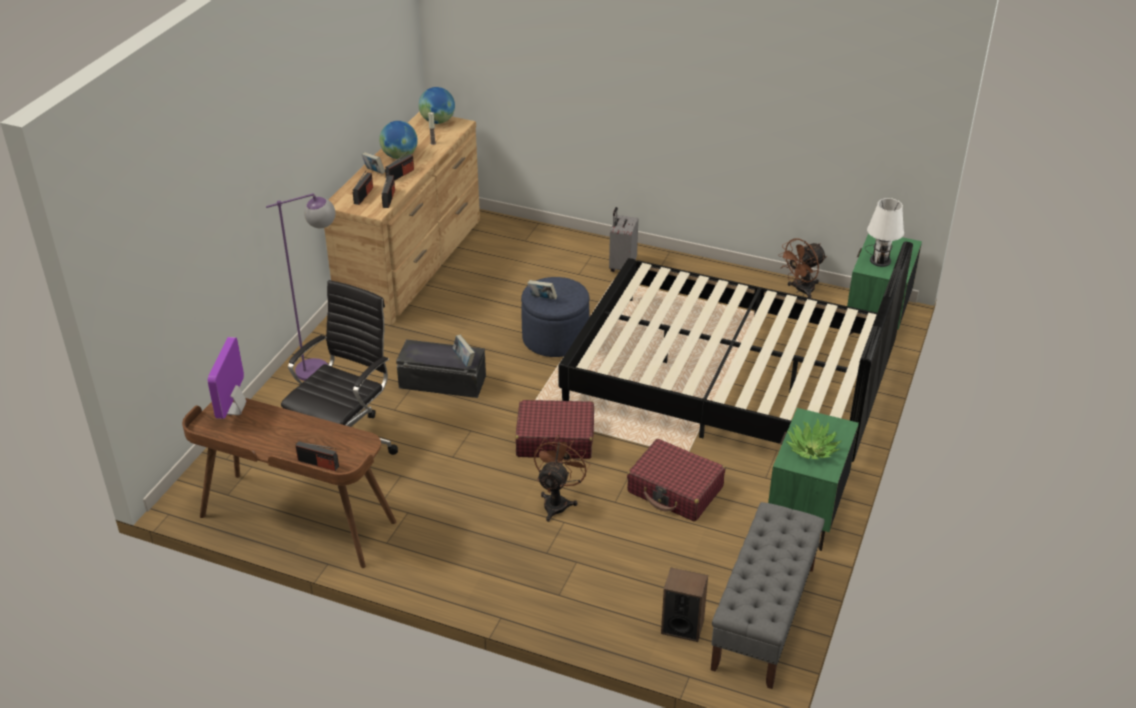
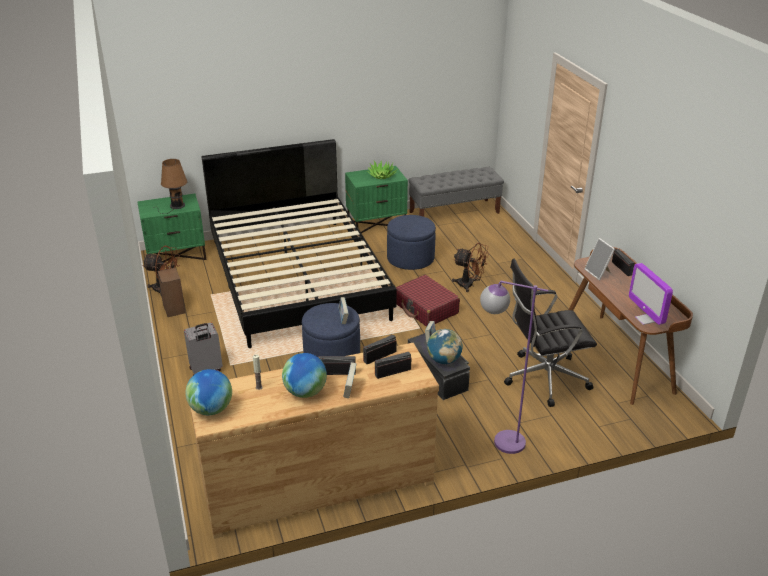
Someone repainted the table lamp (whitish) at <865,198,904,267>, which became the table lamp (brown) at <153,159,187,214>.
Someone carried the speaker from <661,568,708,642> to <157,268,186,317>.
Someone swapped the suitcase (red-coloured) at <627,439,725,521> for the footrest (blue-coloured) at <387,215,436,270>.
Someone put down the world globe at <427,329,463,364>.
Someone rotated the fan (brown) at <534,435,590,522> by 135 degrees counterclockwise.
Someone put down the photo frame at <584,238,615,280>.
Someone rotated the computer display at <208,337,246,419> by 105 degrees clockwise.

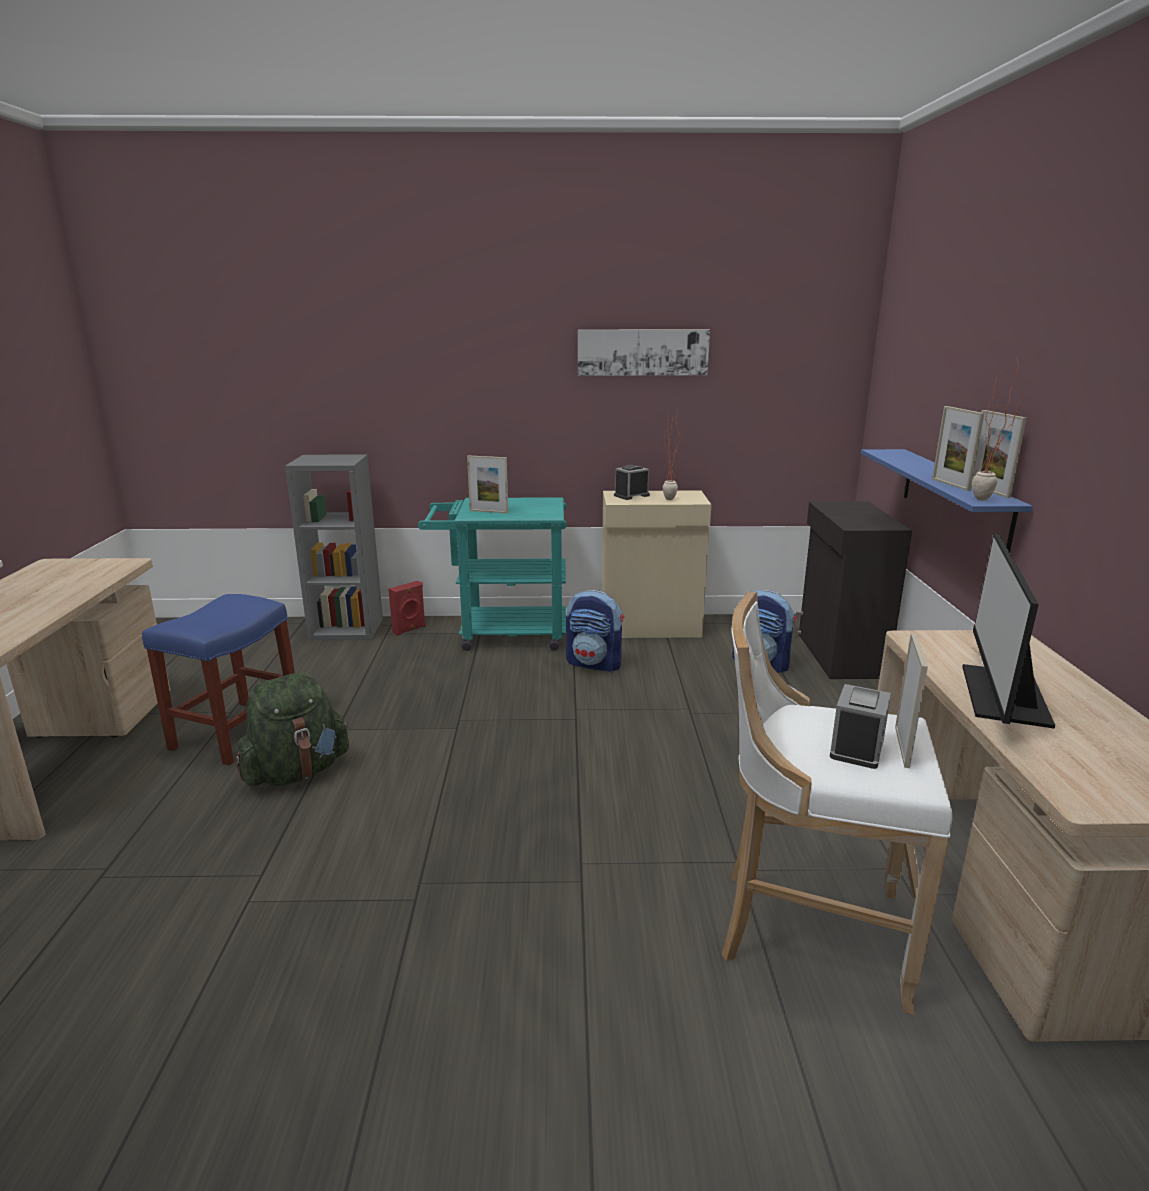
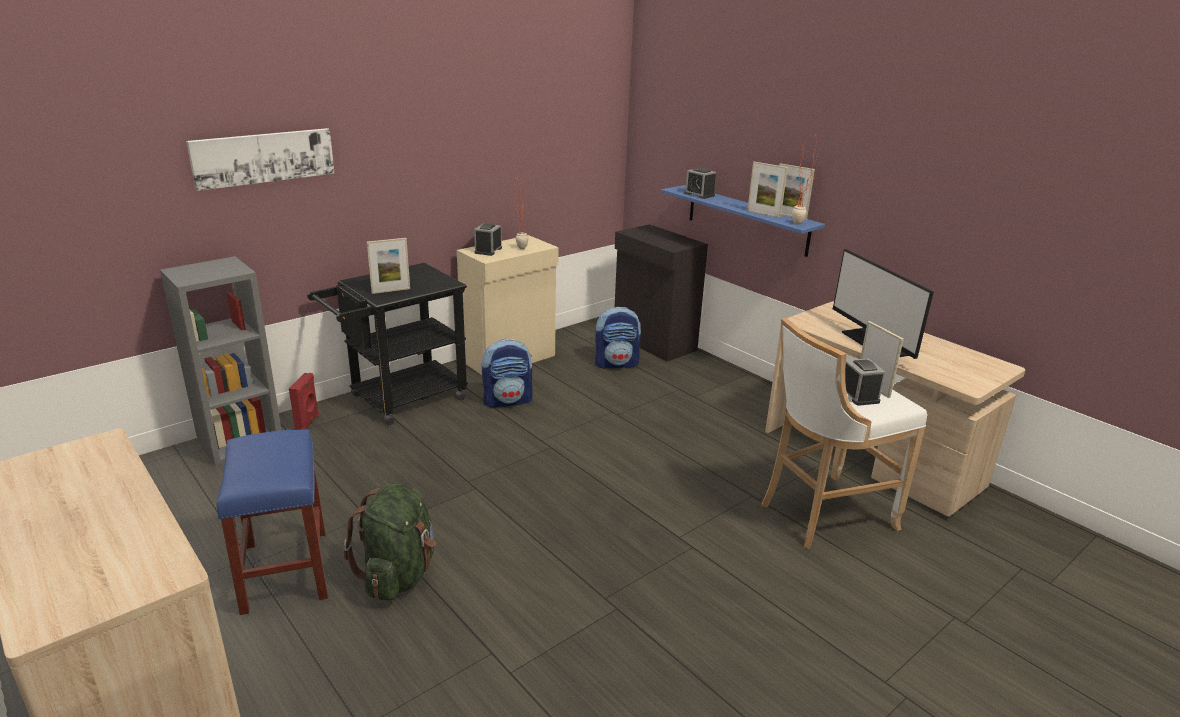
Someone carried the wall art from <578,330,710,376> to <186,128,335,191>.
Someone repainted the wheeled cart (blue-green) at <418,497,567,651>, which became the wheeled cart (black) at <307,263,468,425>.
Someone put down the bedside clock at <684,168,716,199>.

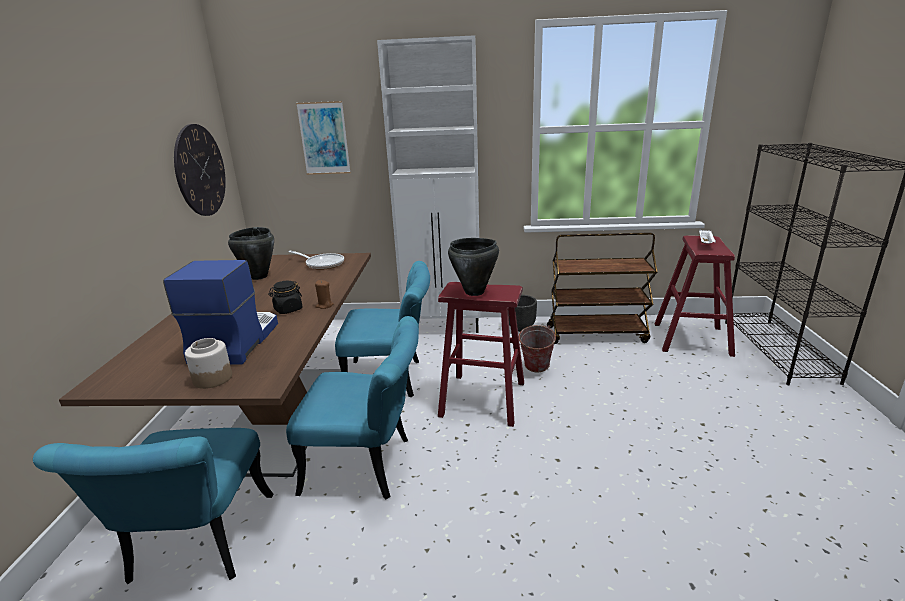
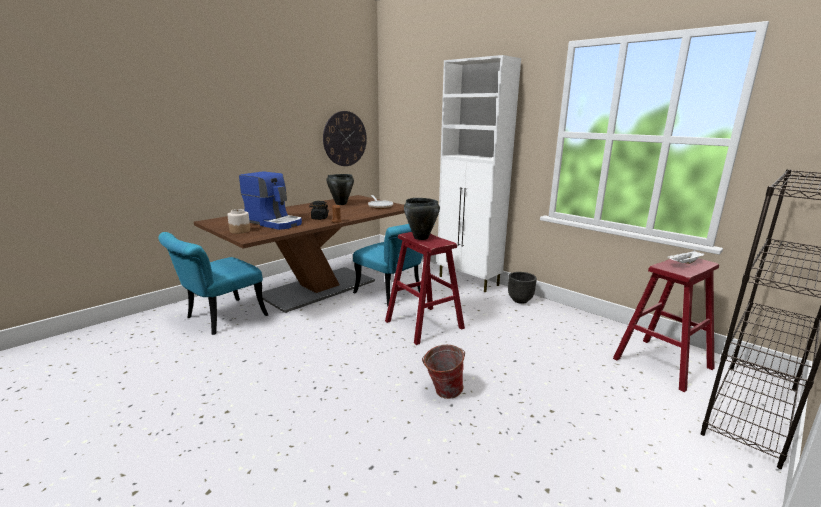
Someone rotated the coffee maker at <163,260,278,365> by 75 degrees clockwise.
Someone carried the pail from <518,325,556,373> to <422,345,465,399>.
Someone took away the plain chair (blue-green) at <286,316,419,499>.
Someone took away the wall art at <296,101,351,175>.
Someone took away the wheeled cart (brown) at <547,232,658,344>.

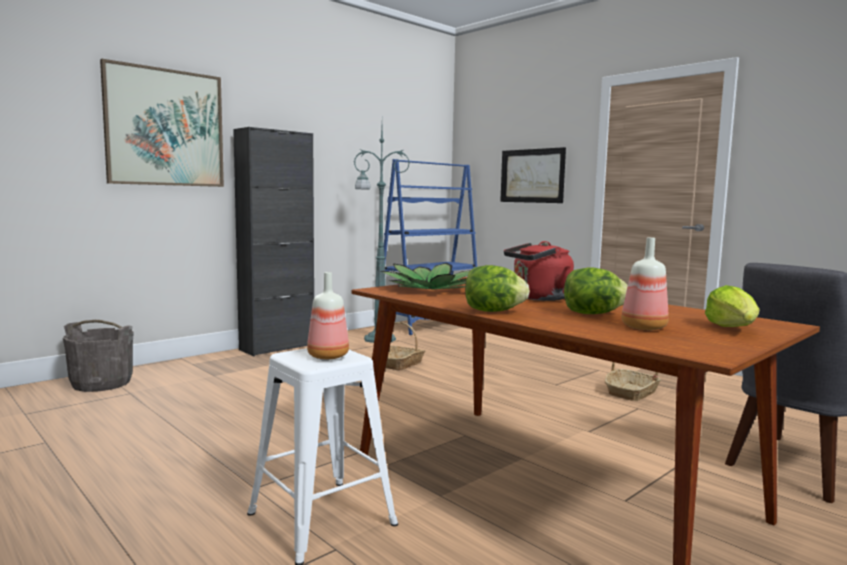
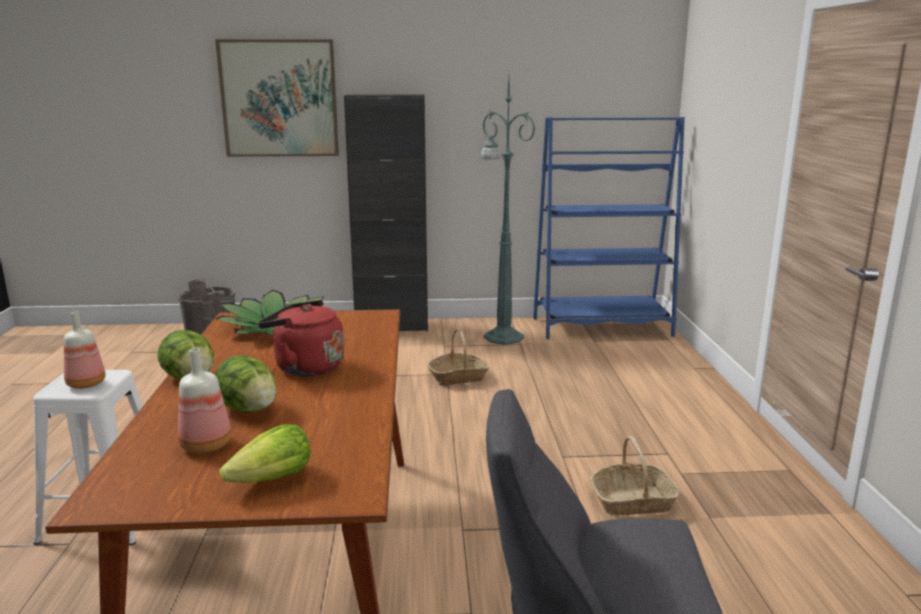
Someone took away the wall art at <500,147,566,203>.

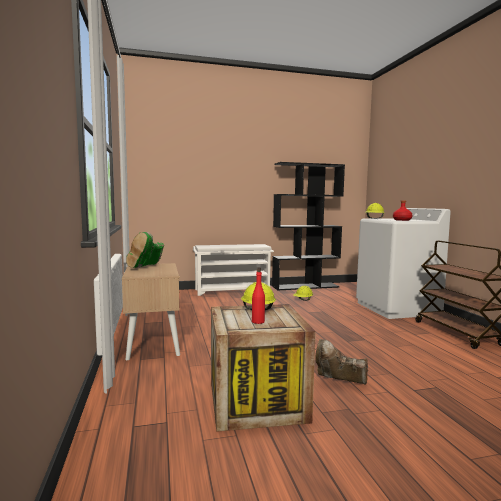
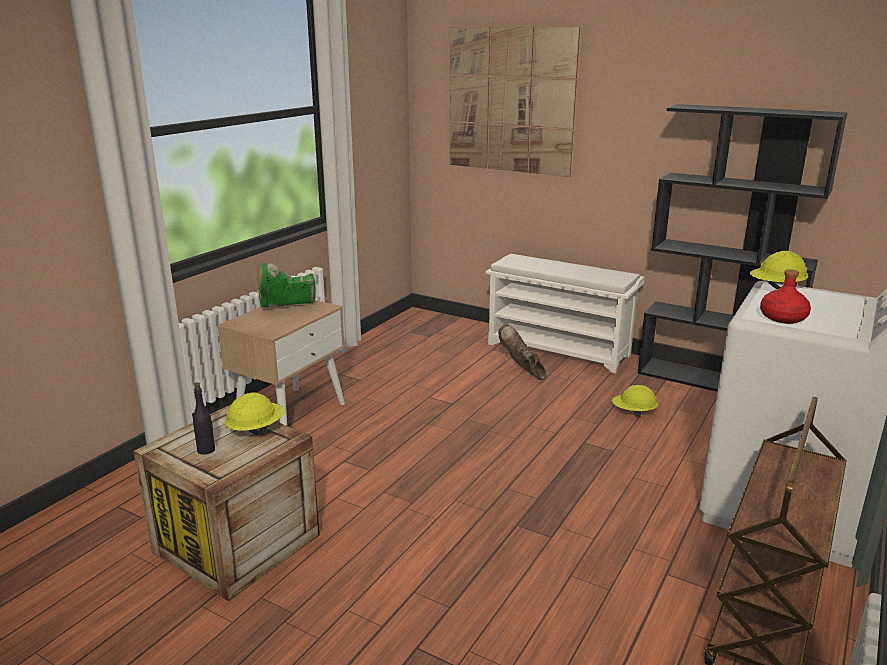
Someone repainted the bottle (red-coloured) at <252,267,265,324>, which became the bottle (black) at <193,382,215,455>.
Someone put up the wall art at <450,27,580,177>.
Someone carried the high-top boot (brown) from <315,339,368,384> to <498,324,546,380>.

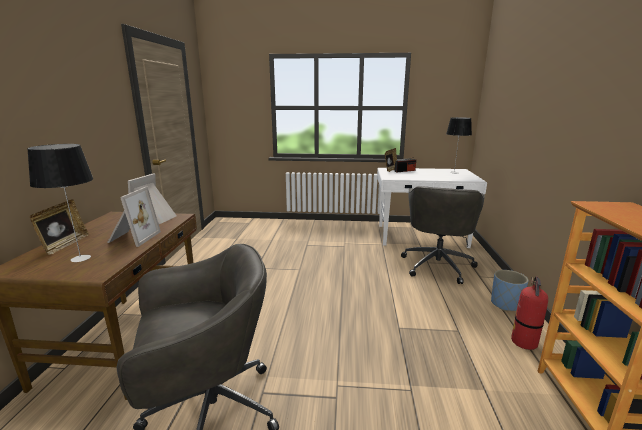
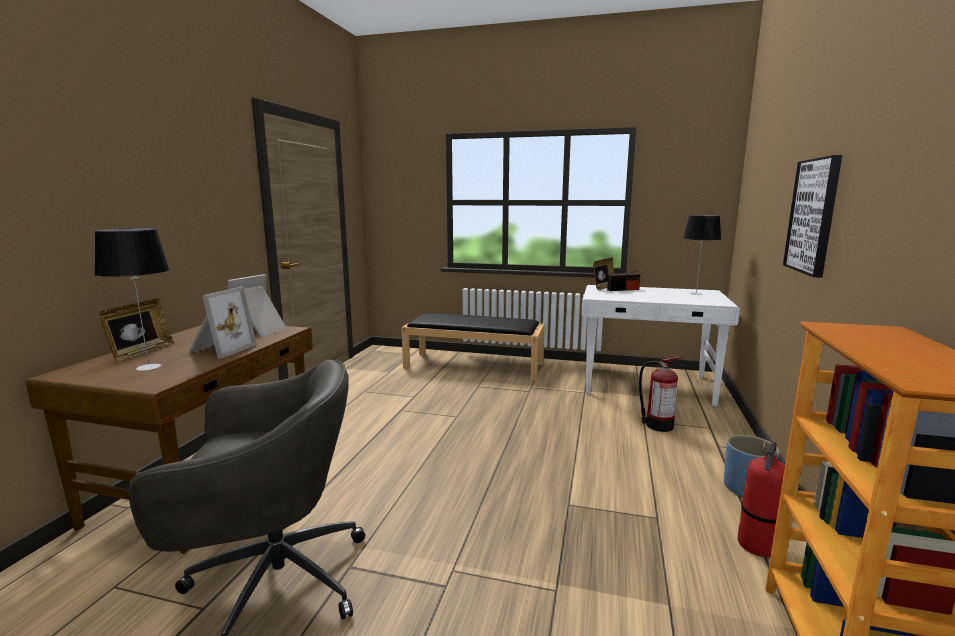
Someone put down the indoor bench (black) at <401,313,545,380>.
Someone swapped the computer chair (grey) at <401,186,485,284> for the extinguisher at <639,357,684,432>.
Someone put up the wall art at <783,155,842,278>.

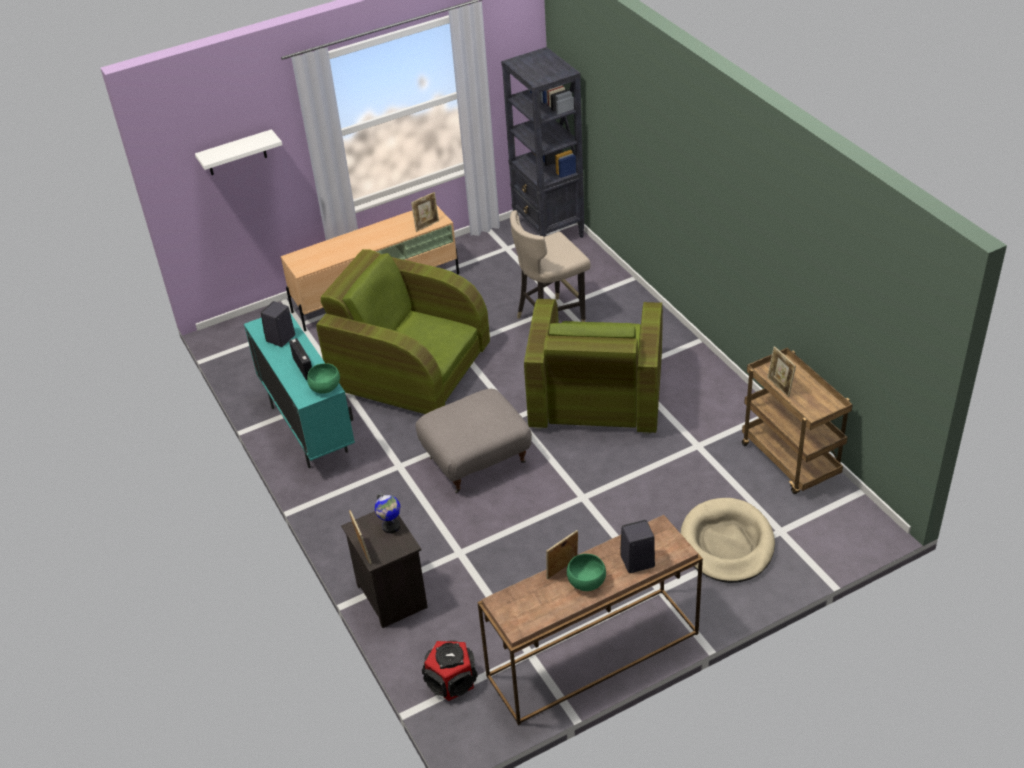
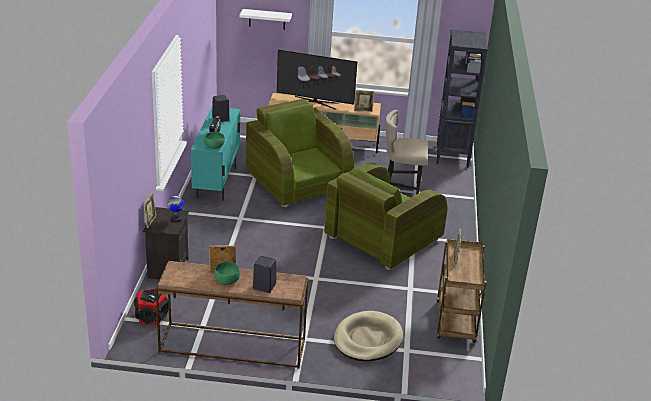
Someone put down the TV at <277,50,357,110>.
Someone took away the footrest (grey) at <416,389,532,493>.

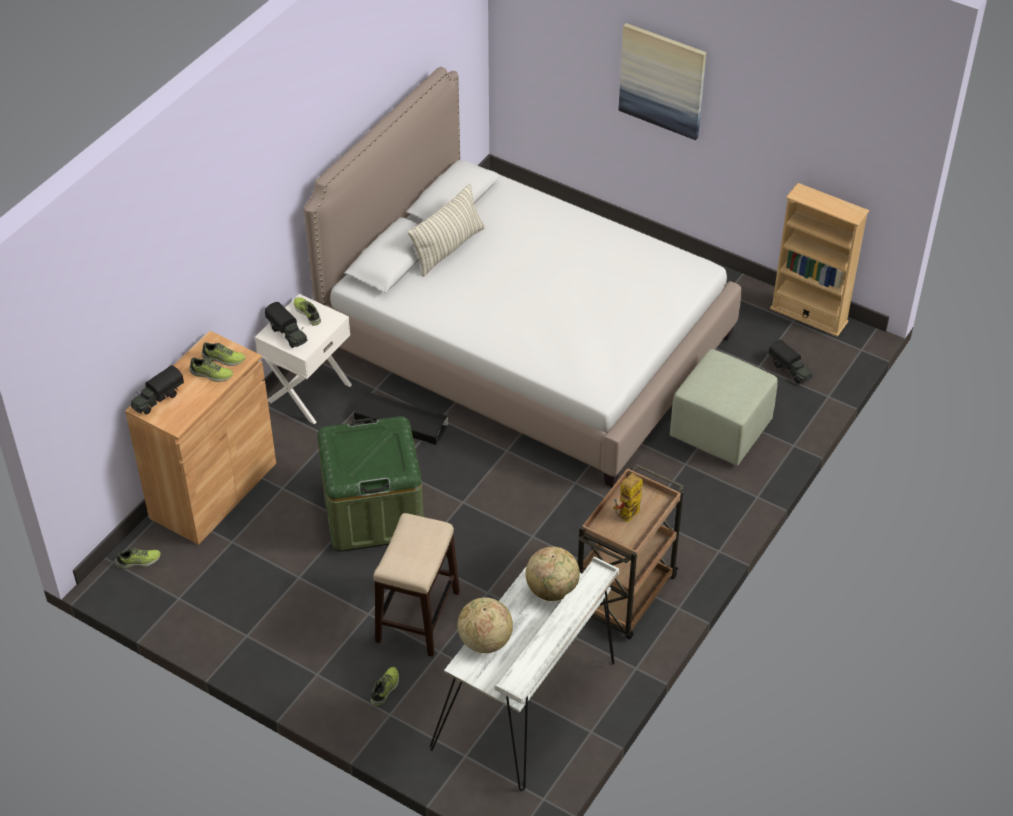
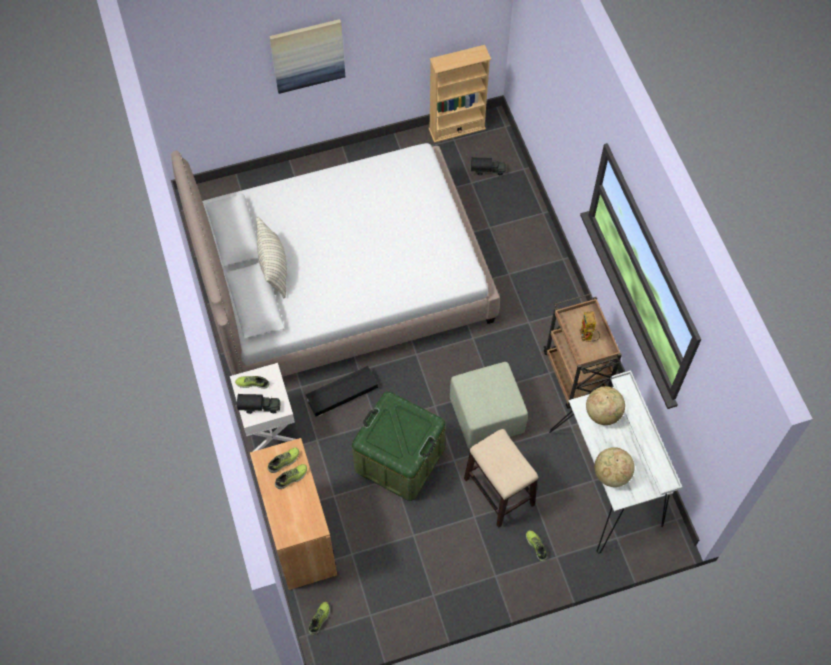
Someone carried the footrest (green-coloured) from <670,349,778,466> to <450,362,528,449>.
Someone took away the model truck at <131,365,184,415>.

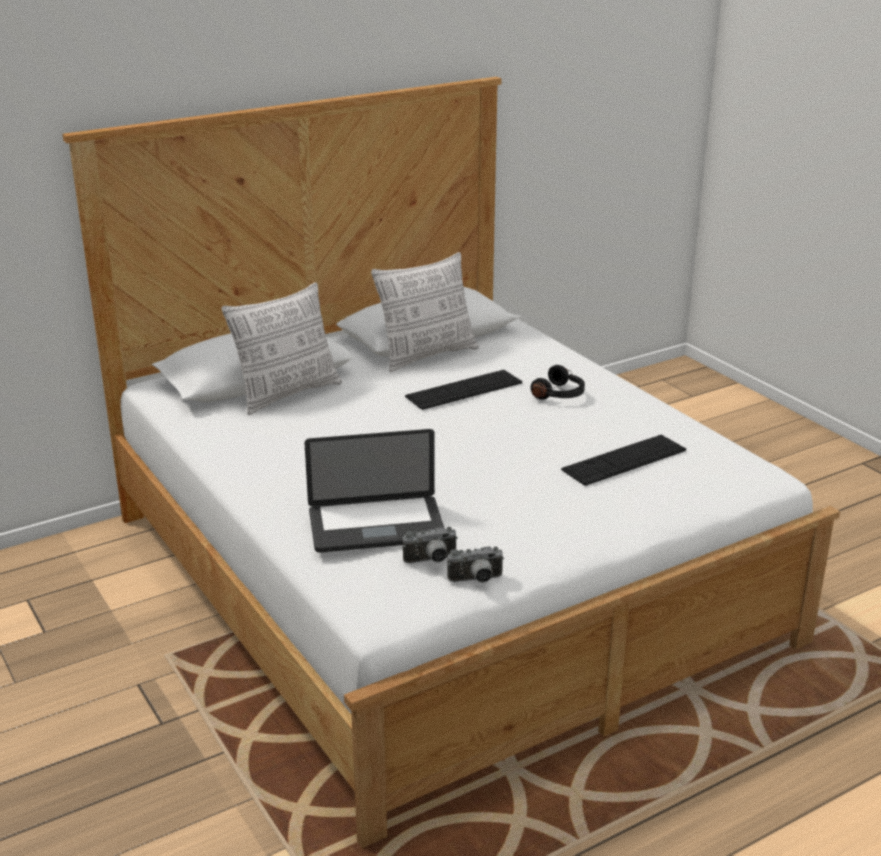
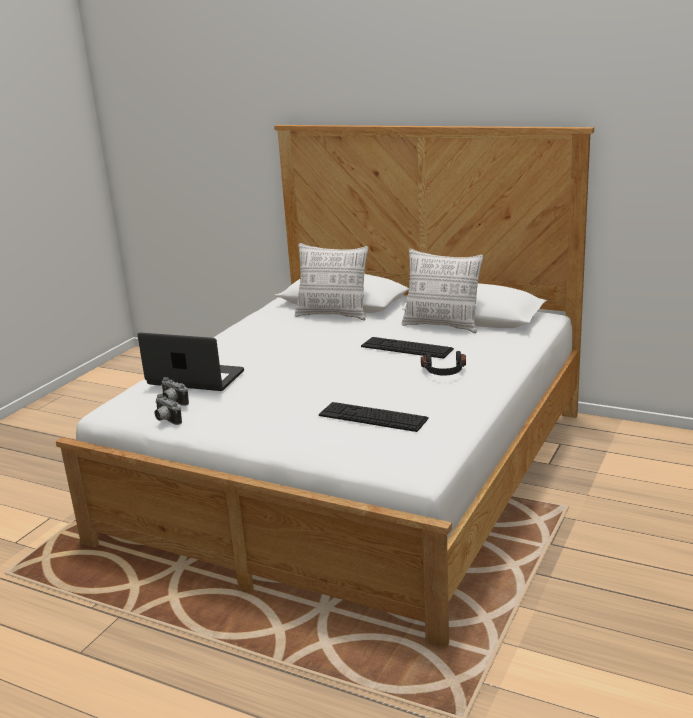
Someone rotated the notebook computer at <305,429,444,553> by 150 degrees clockwise.

